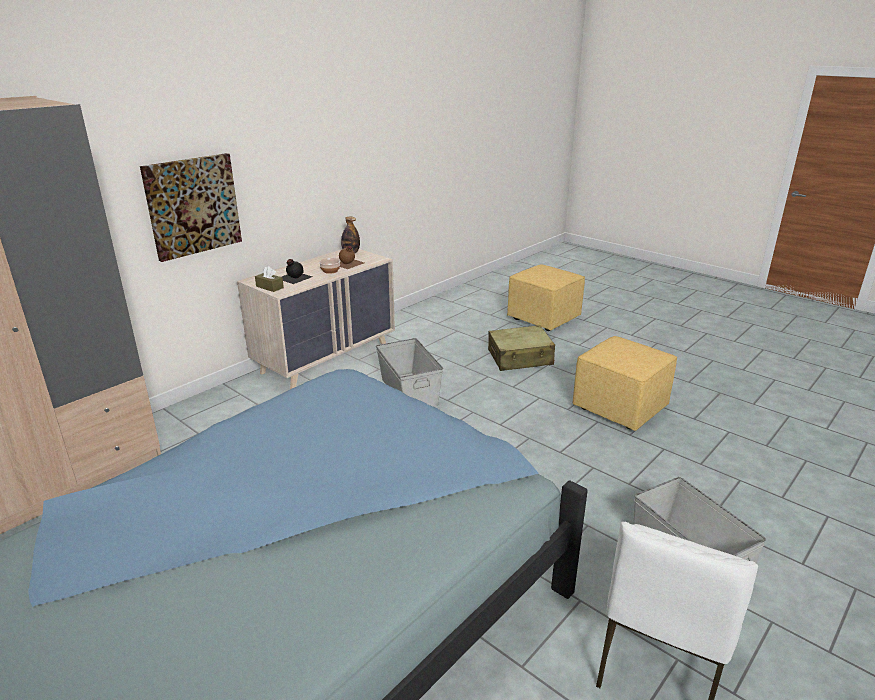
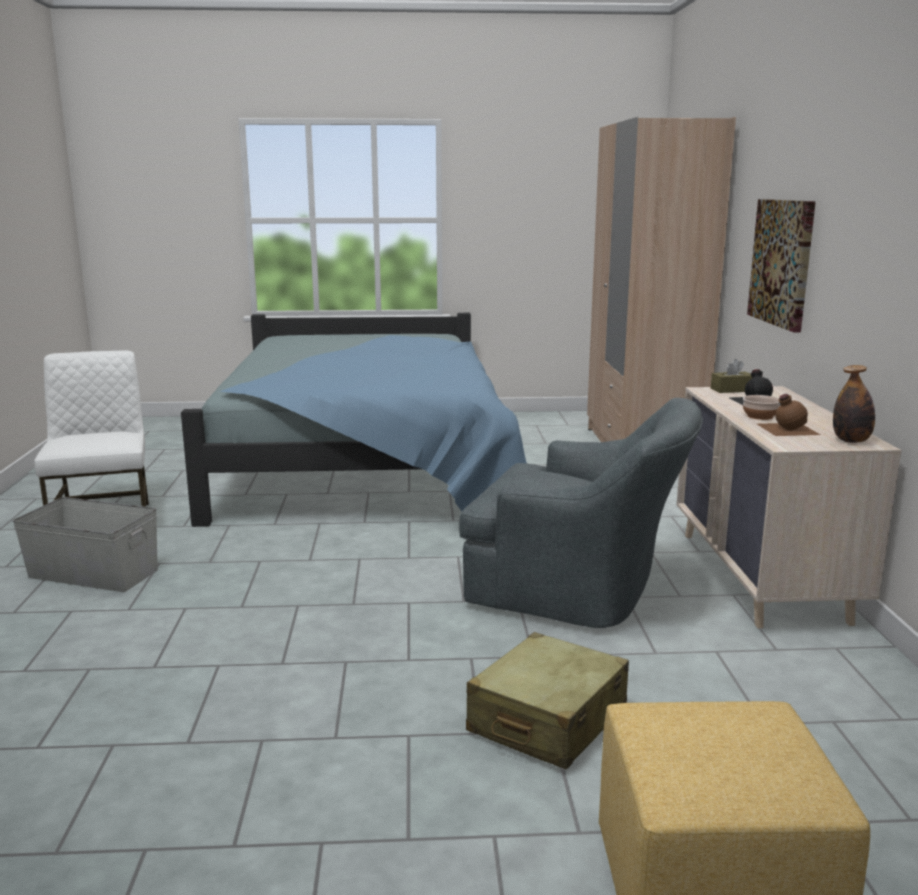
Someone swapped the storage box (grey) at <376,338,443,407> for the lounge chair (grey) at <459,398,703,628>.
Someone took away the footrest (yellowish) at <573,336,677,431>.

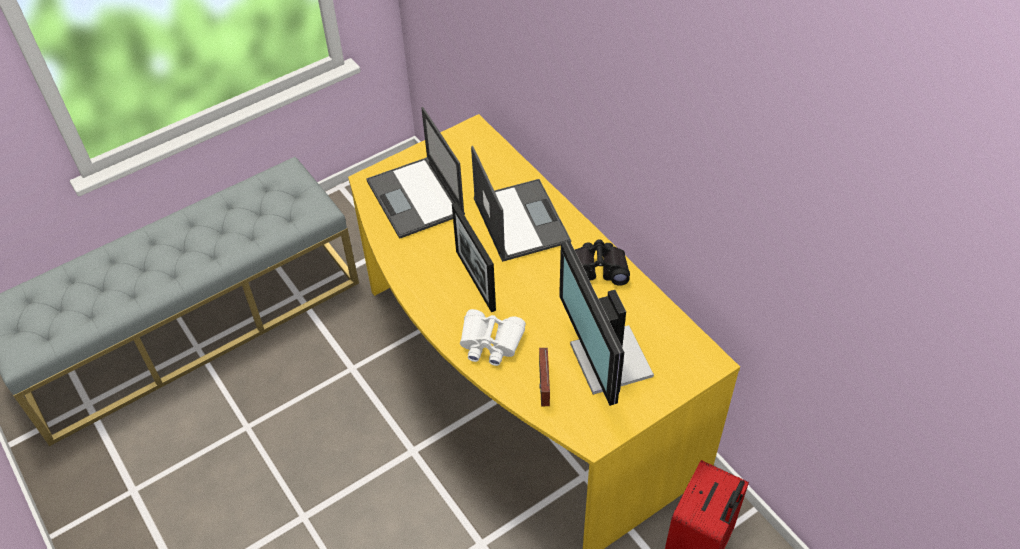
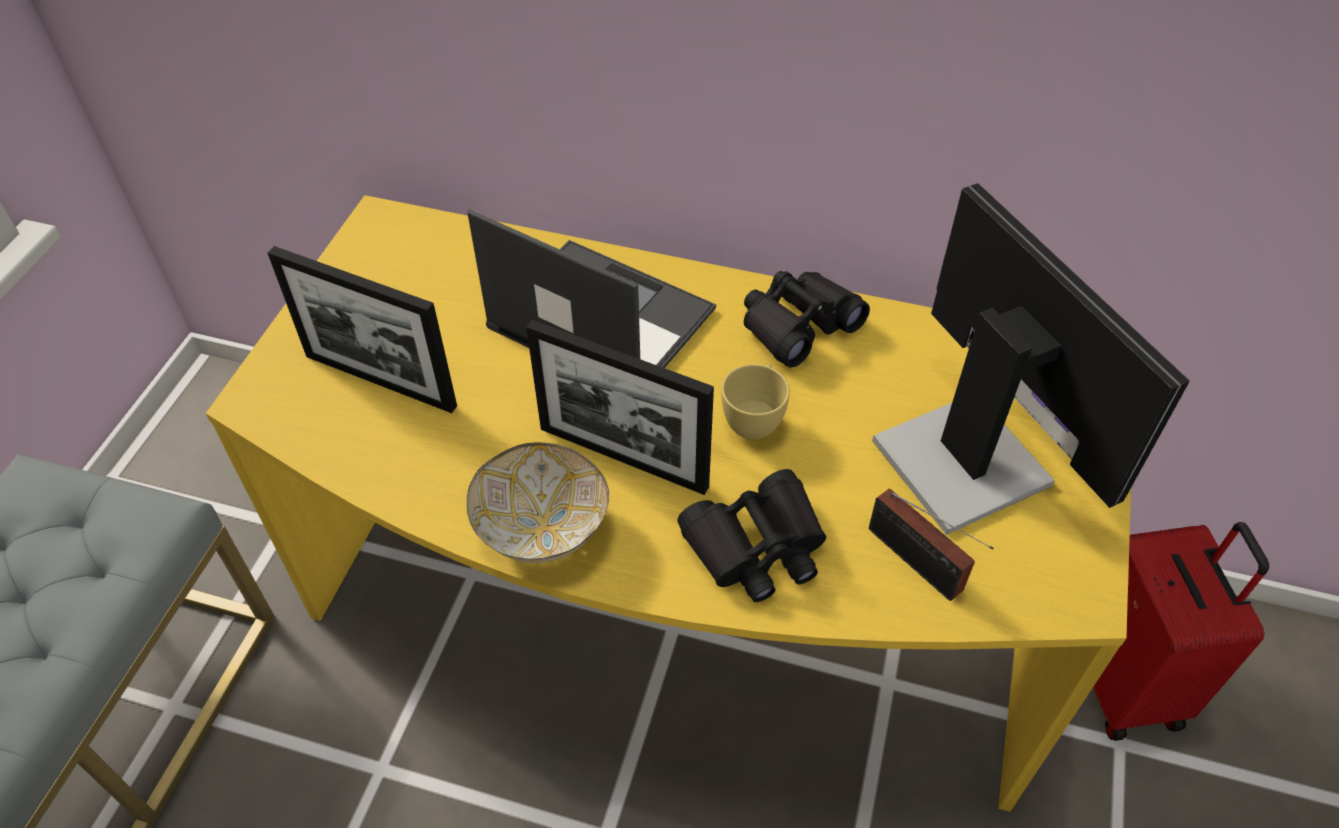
Someone swapped the notebook computer at <366,107,465,239> for the photo frame at <268,246,457,413>.
Someone put down the bowl at <467,443,609,563>.
Someone repainted the binoculars (whitish) at <460,309,526,366>, which became the binoculars (black) at <677,469,826,602>.
Someone put down the drinking cup (yellowish) at <722,364,790,440>.
Someone rotated the computer display at <559,240,654,406> by 150 degrees counterclockwise.

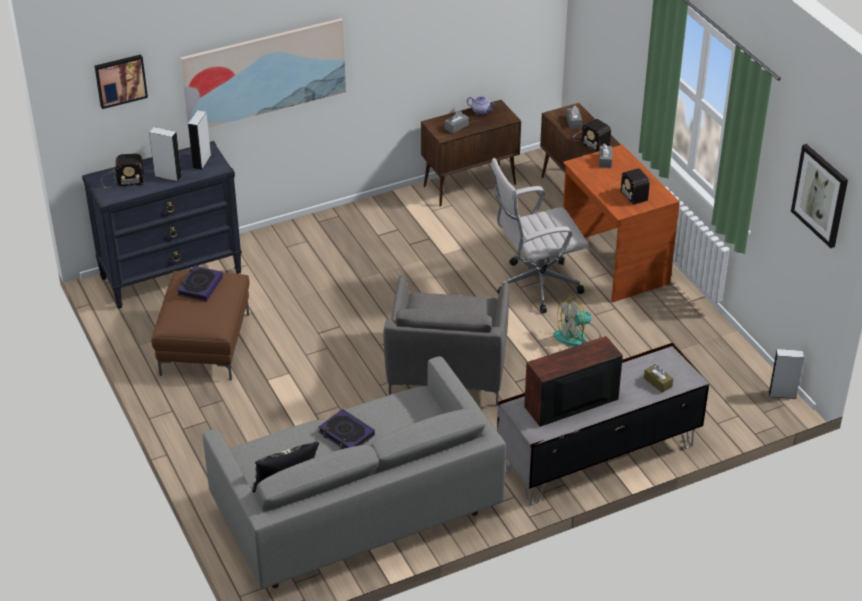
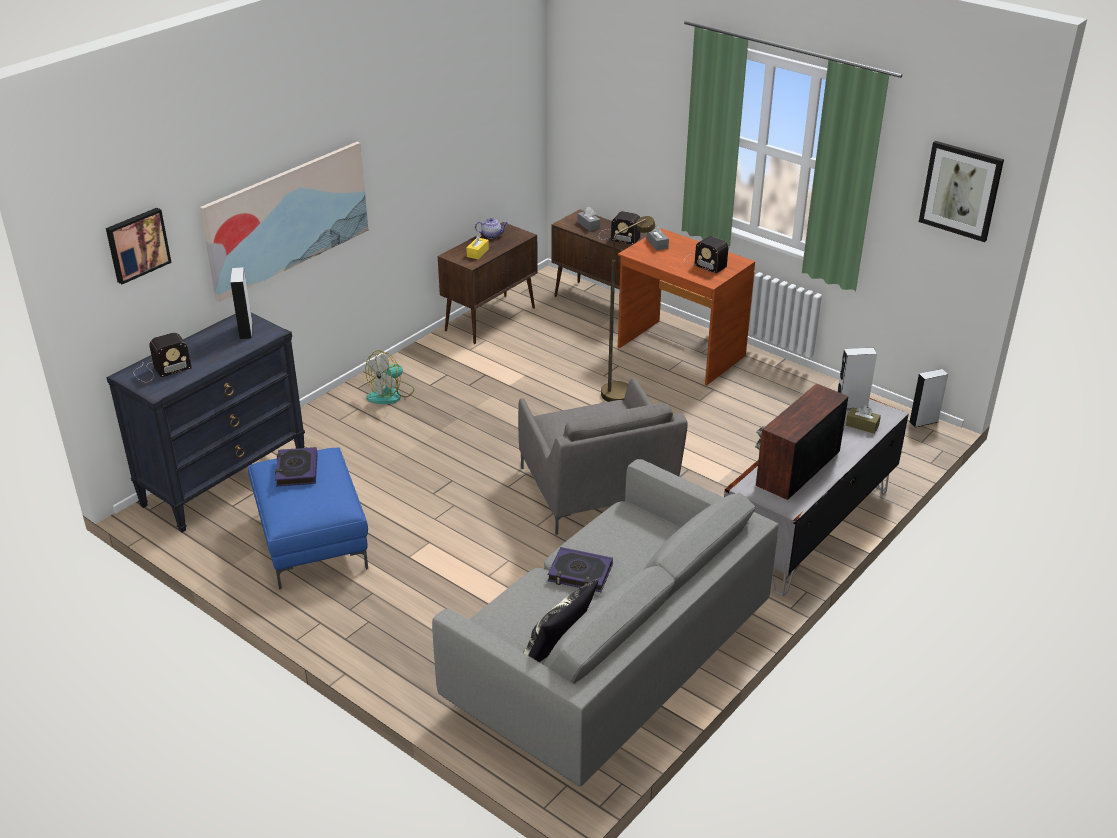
Someone repainted the footrest (brown) at <151,271,250,380>, which became the footrest (blue-coloured) at <248,447,368,589>.
Someone carried the fan from <553,296,601,346> to <365,350,414,404>.
Someone repainted the tissue holder (grey) at <444,111,469,134>, which became the tissue holder (yellowish) at <466,234,489,259>.
Someone swapped the computer chair (whitish) at <491,158,589,313> for the standing lamp (brown) at <601,216,655,402>.
Someone carried the speaker (grey) from <149,127,182,182> to <837,347,877,409>.

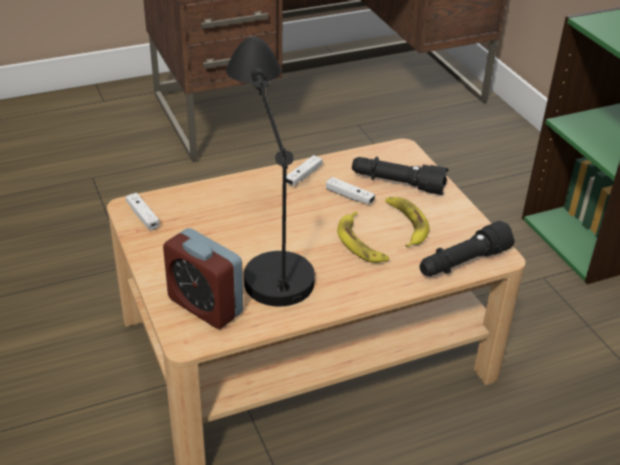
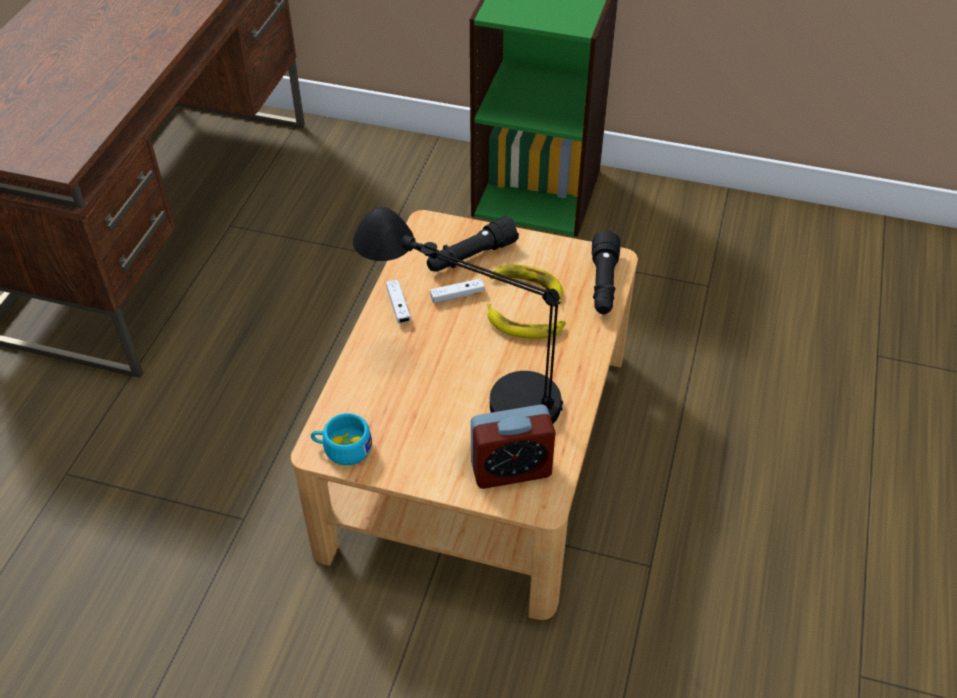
Someone swapped the gamepad (whitish) at <126,193,159,230> for the drinking cup (blue-green) at <311,413,372,465>.

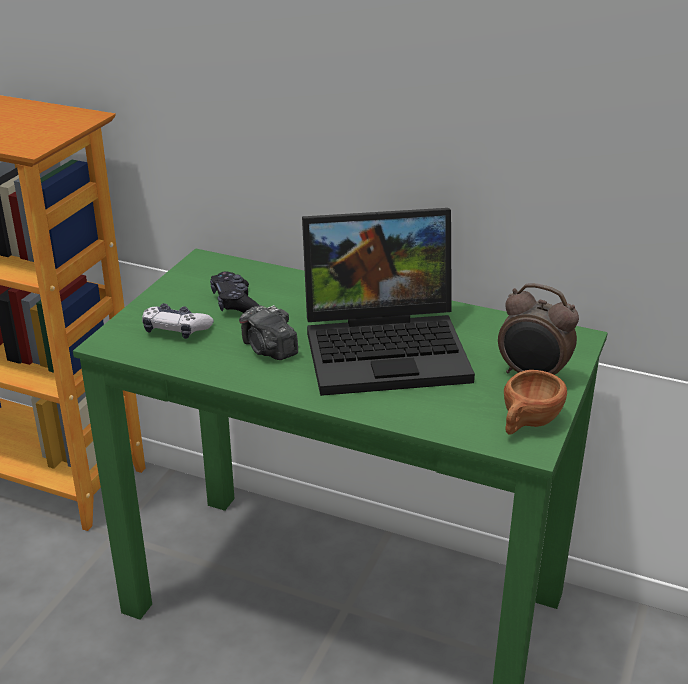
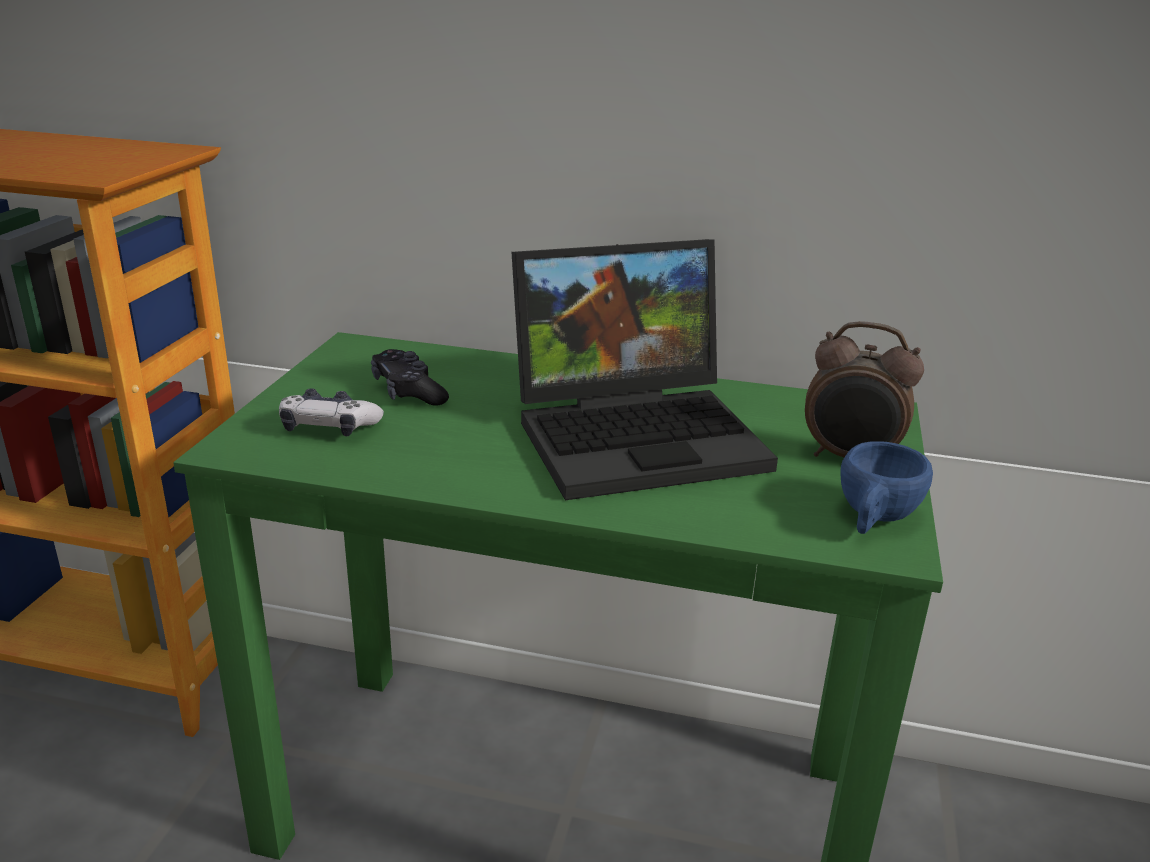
Someone repainted the drinking cup (brown) at <504,370,567,435>, which became the drinking cup (blue-coloured) at <841,441,933,534>.
Someone took away the still camera at <239,305,298,360>.

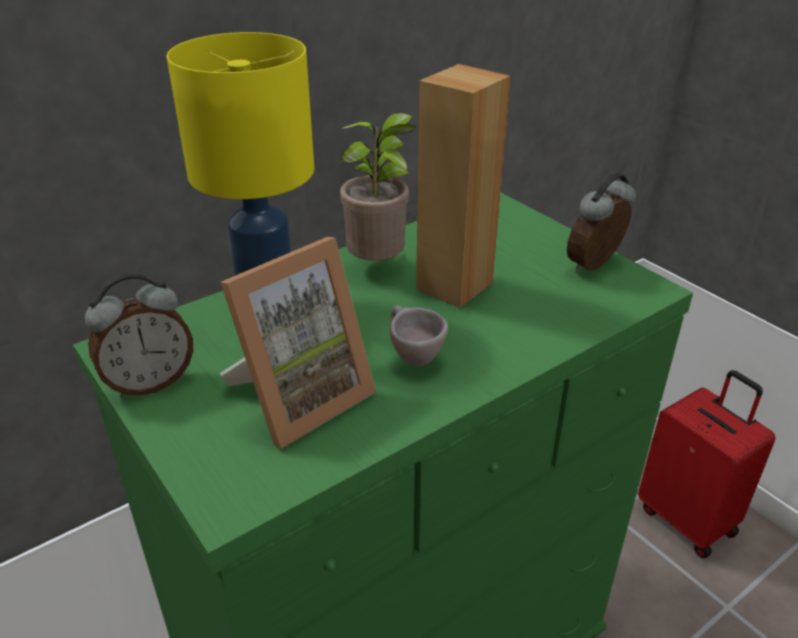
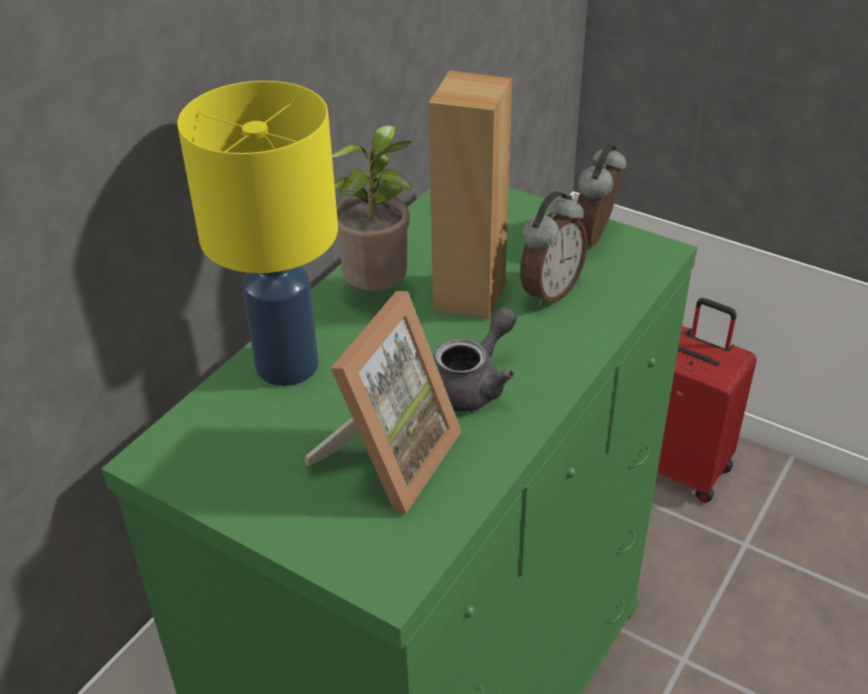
Someone swapped the drinking cup (beige-coloured) at <390,305,448,366> for the pot for tea (grey) at <433,307,517,412>.
Someone carried the bedside clock from <85,273,193,398> to <520,191,588,307>.

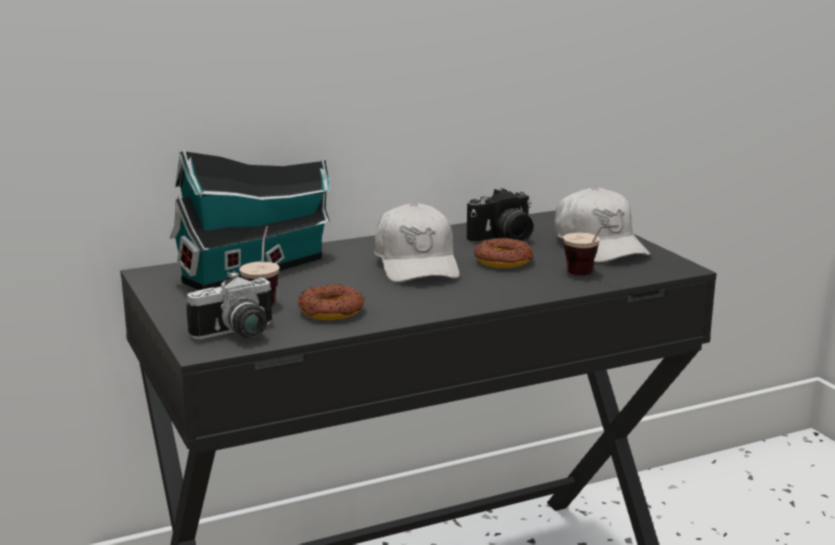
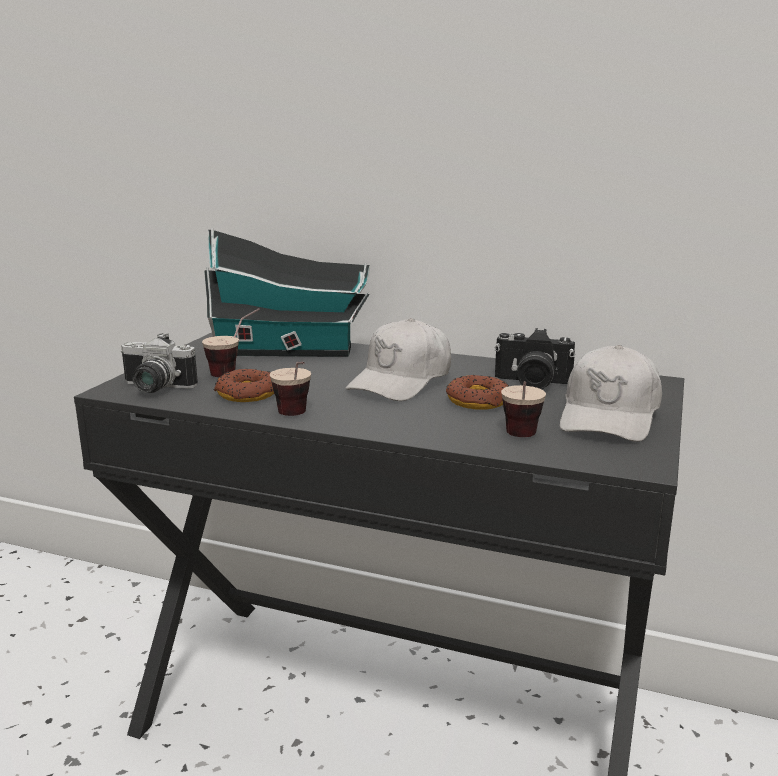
Someone put down the drinking cup at <270,362,311,416>.

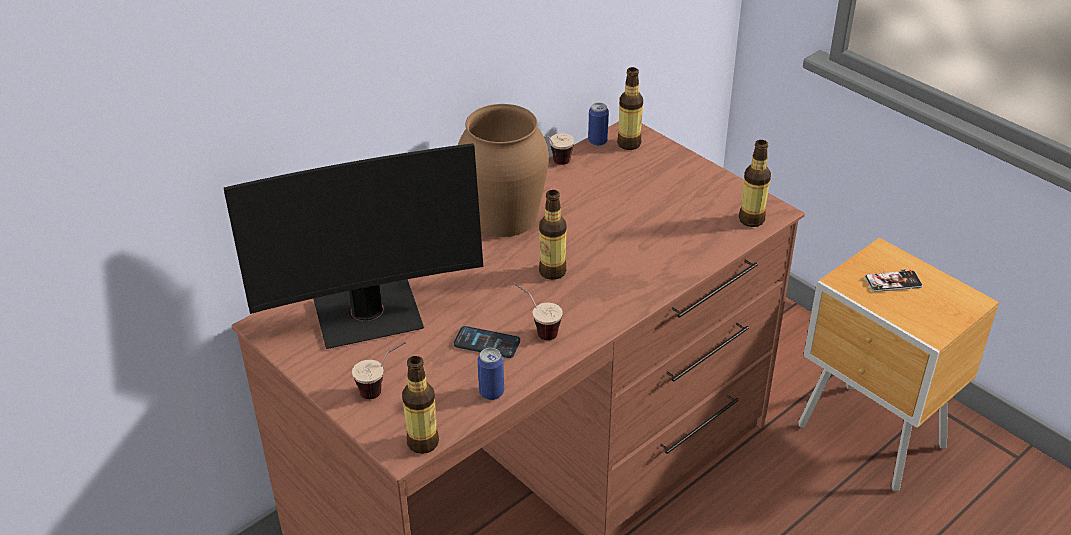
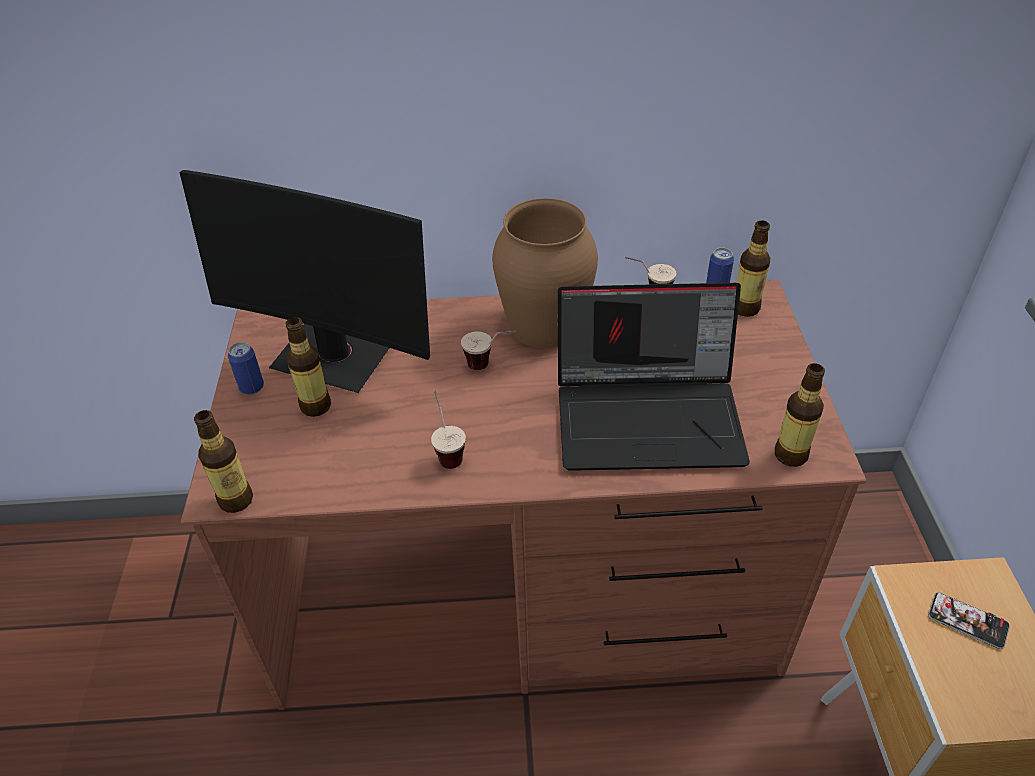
Someone carried the metal can from <477,348,504,400> to <228,342,264,395>.
Someone carried the bottle from <539,190,567,280> to <286,317,331,417>.
Someone carried the drinking cup from <352,342,405,399> to <461,331,516,370>.
Someone put down the notebook computer at <558,283,750,471>.
Someone took away the phone at <454,326,520,358>.

